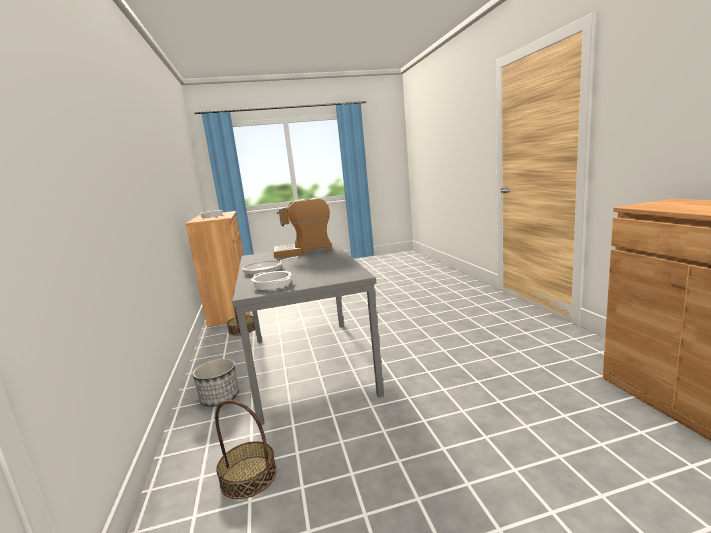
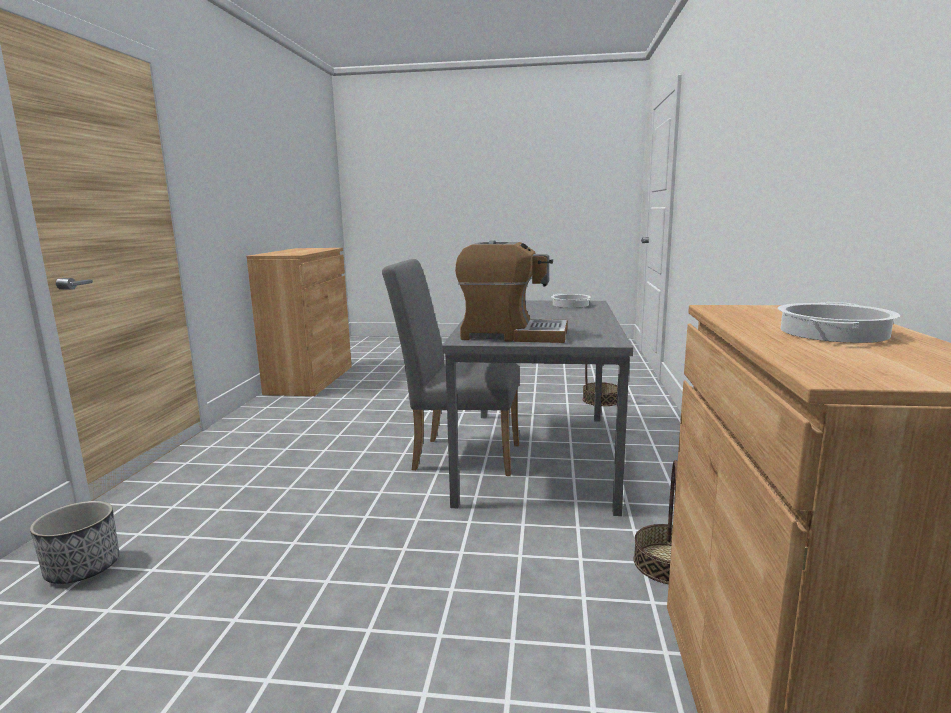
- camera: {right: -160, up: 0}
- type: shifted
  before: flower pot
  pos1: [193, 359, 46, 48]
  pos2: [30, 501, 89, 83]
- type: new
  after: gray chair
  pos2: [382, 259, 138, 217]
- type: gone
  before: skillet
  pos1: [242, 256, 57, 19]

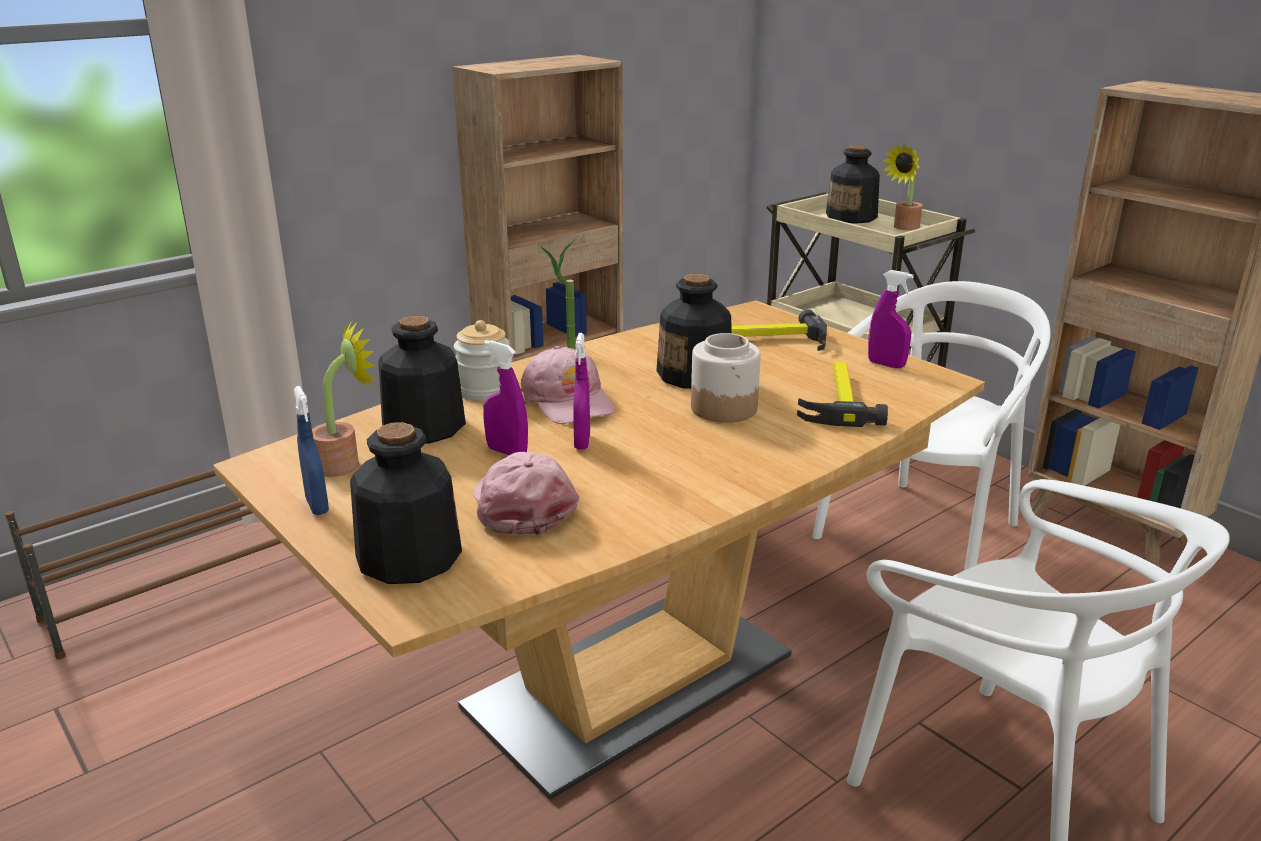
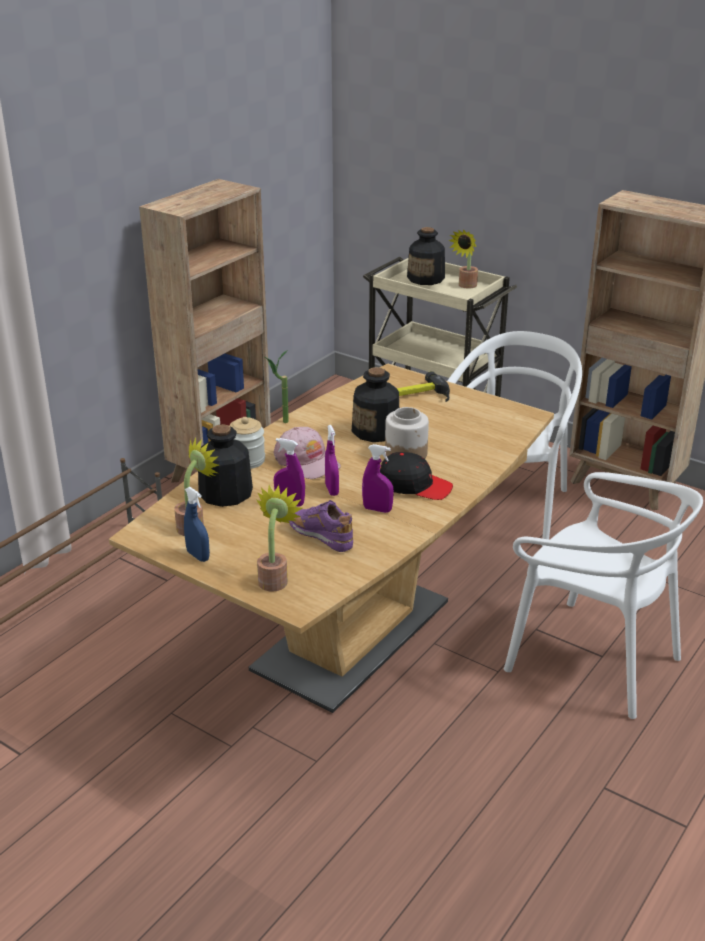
- camera: {right: -15, up: 5}
- type: swapped
  before: beverage bottle
  after: potted plant
  pos1: [350, 422, 112, 162]
  pos2: [257, 485, 45, 107]
- type: swapped
  before: pink-coloured peaked cap
  after: purple-coloured low shoe
  pos1: [473, 452, 106, 83]
  pos2: [289, 500, 64, 52]
- type: shifted
  before: purple-coloured spray bottle
  pos1: [868, 270, 46, 98]
  pos2: [362, 444, 32, 69]
- type: new
  after: black peaked cap
  pos2: [380, 452, 73, 48]
- type: gone
  before: hand hammer
  pos1: [797, 362, 91, 65]

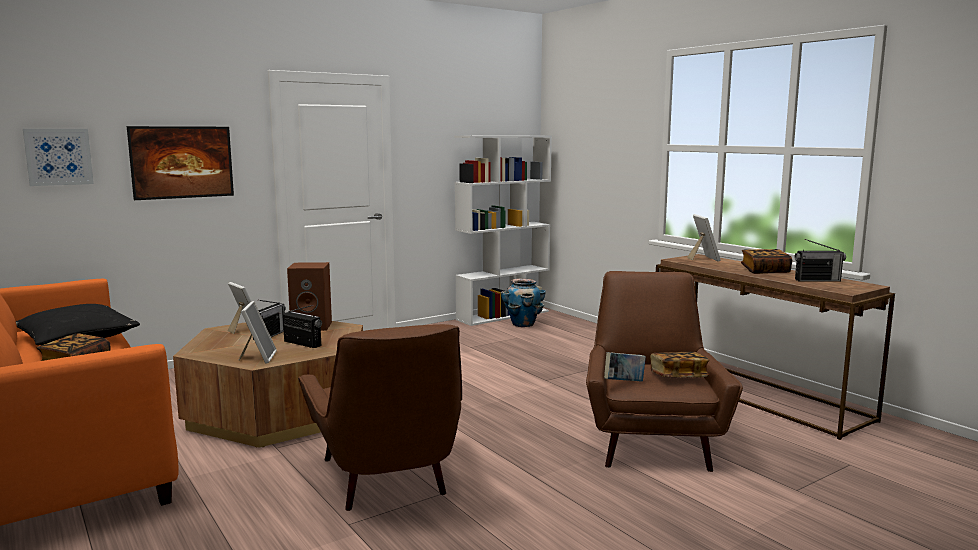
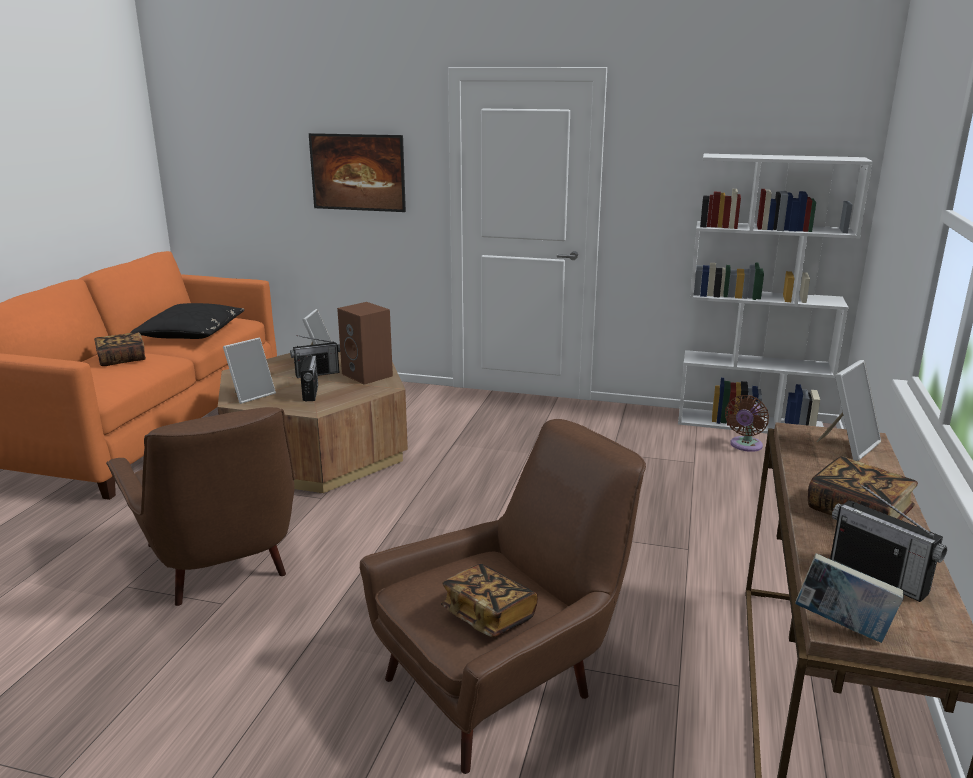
- camera: {right: 50, up: 10}
- type: rotated
  before: brown lounge chair
  pos1: [298, 324, 164, 187]
  pos2: [106, 407, 189, 199]
  turn: -60
- type: swapped
  before: flower pot
  after: brown cooling fan
  pos1: [501, 278, 45, 49]
  pos2: [725, 395, 44, 57]
- type: shifted
  before: book
  pos1: [604, 352, 42, 30]
  pos2: [795, 553, 109, 90]
- type: gone
  before: wall picture
  pos1: [23, 129, 71, 57]

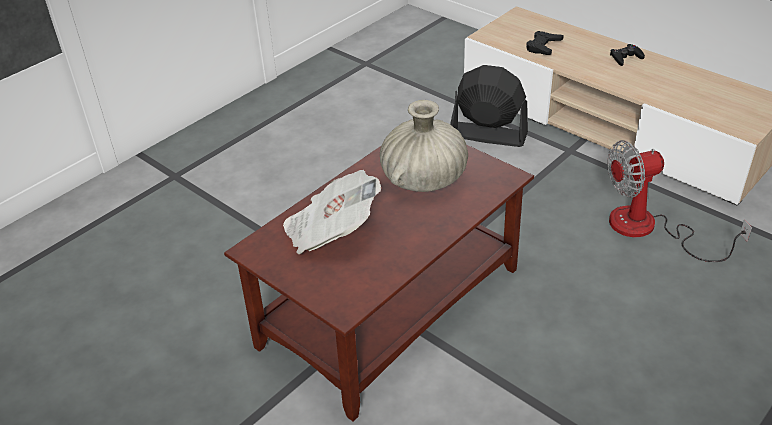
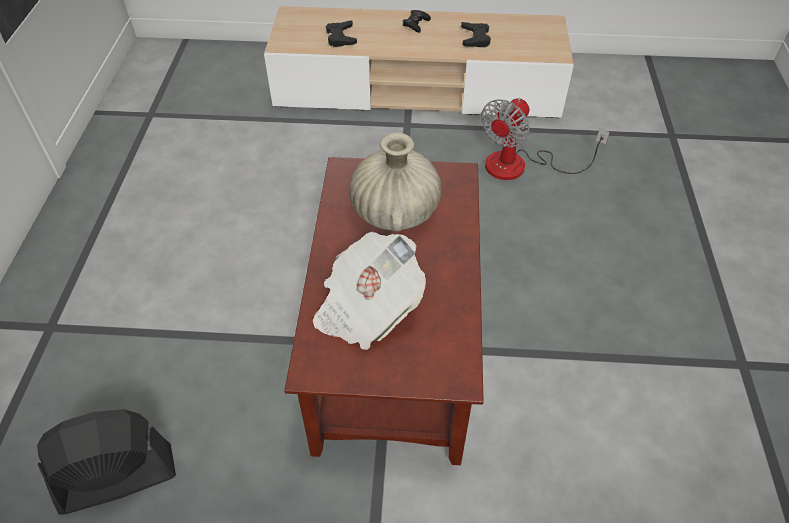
- camera: {right: -40, up: 10}
- type: shifted
  before: black cooling fan
  pos1: [450, 65, 78, 82]
  pos2: [37, 409, 139, 106]
- type: new
  after: black gamepad
  pos2: [461, 22, 30, 25]

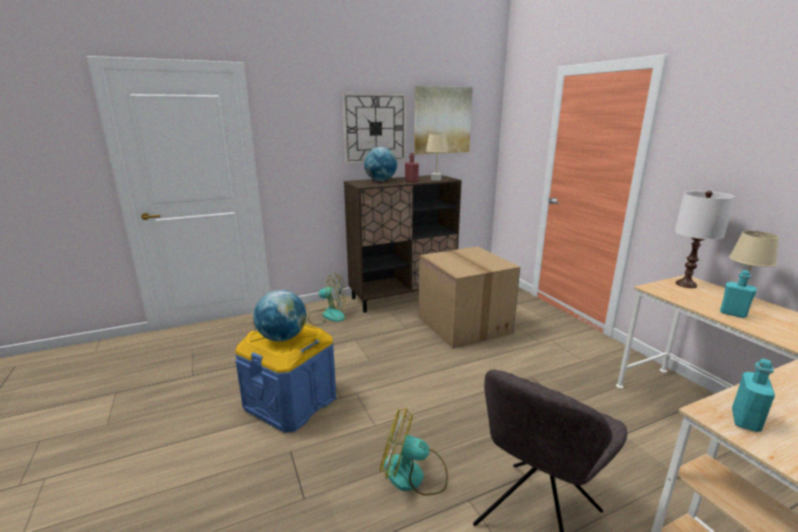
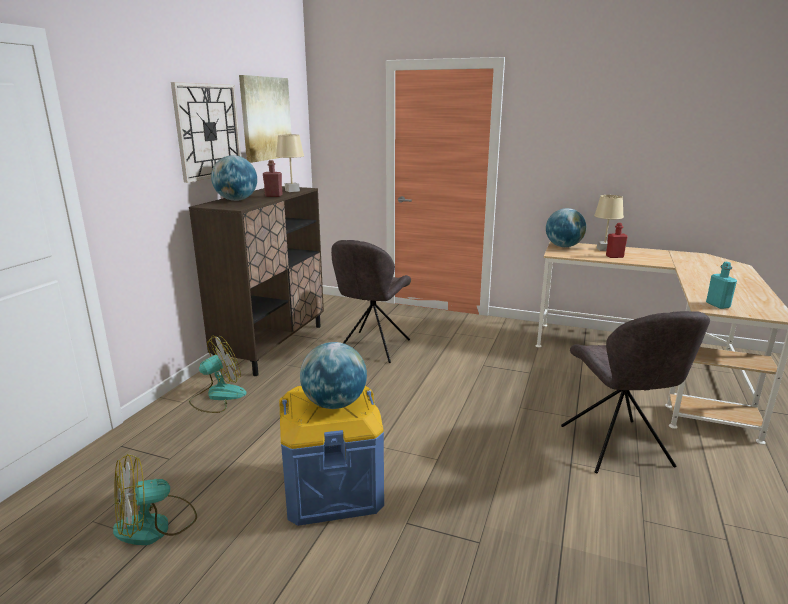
- camera: {right: -45, up: 0}
- type: shifted
  before: cooling fan
  pos1: [380, 408, 68, 88]
  pos2: [113, 454, 84, 91]
- type: swapped
  before: cardboard box
  after: gray chair
  pos1: [418, 246, 102, 102]
  pos2: [331, 240, 80, 123]
- type: swapped
  before: whitish table lamp
  after: desk globe
  pos1: [675, 191, 60, 97]
  pos2: [546, 208, 40, 39]
- type: repainted
  before: turquoise beverage bottle
  after: red beverage bottle
  pos1: [720, 270, 37, 48]
  pos2: [606, 223, 22, 35]

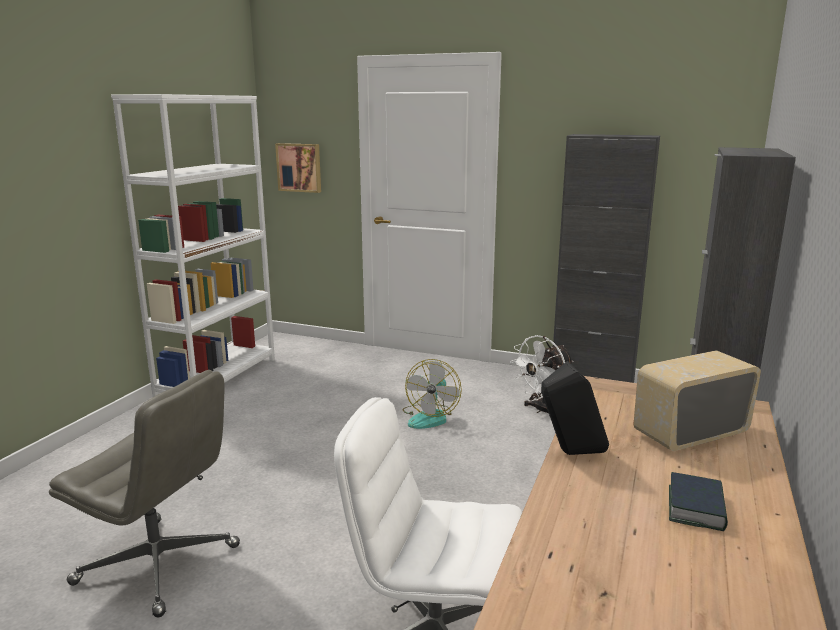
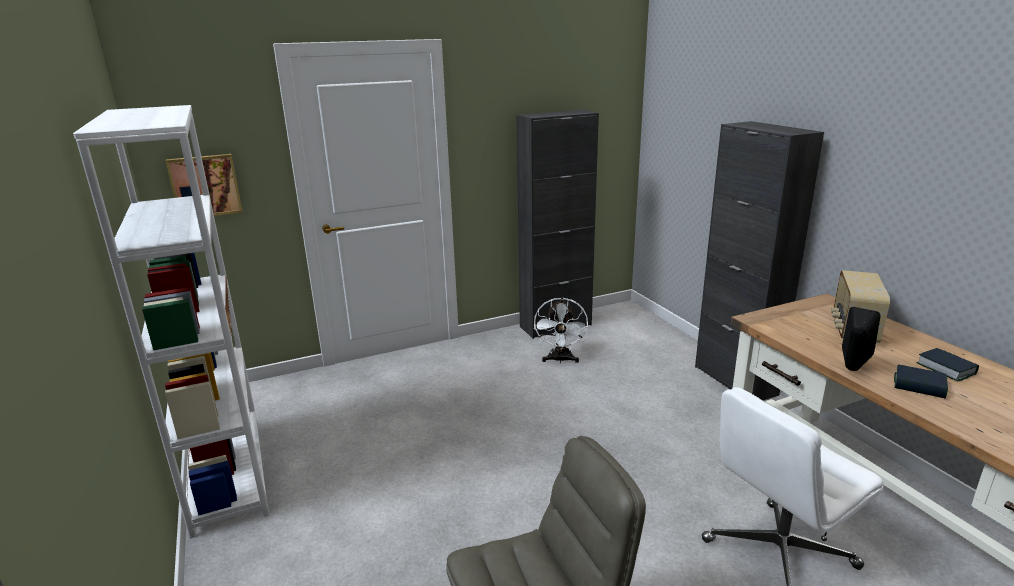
- camera: {right: -45, up: 5}
- type: new
  after: book
  pos2: [894, 365, 54, 33]
- type: gone
  before: cooling fan
  pos1: [403, 359, 59, 70]

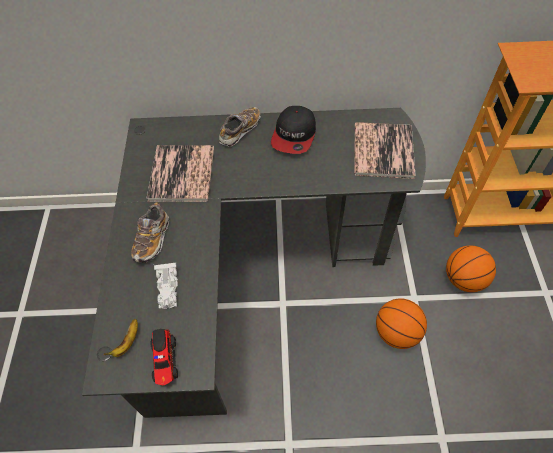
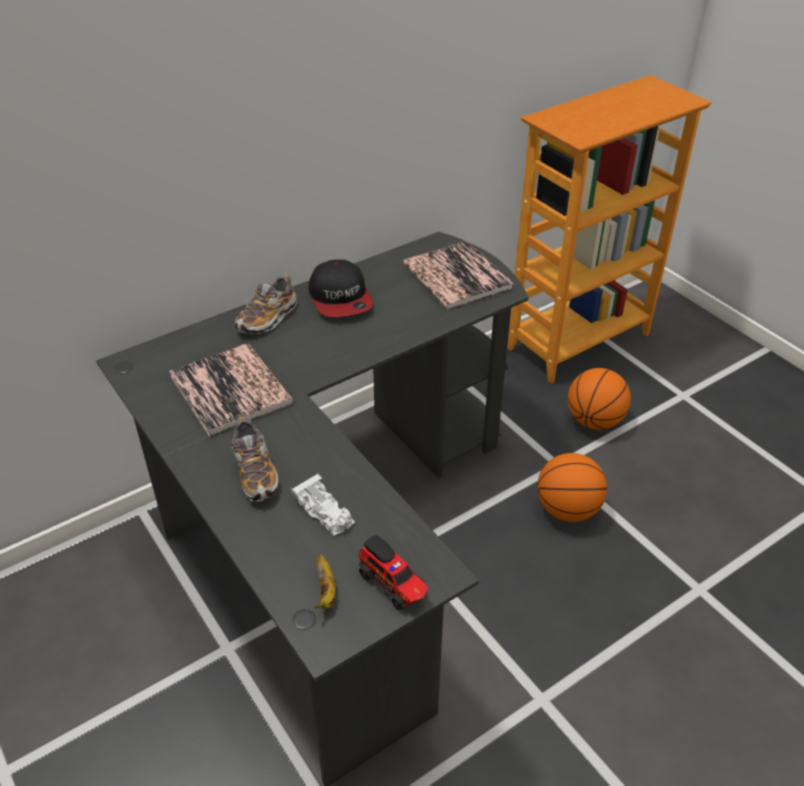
- camera: {right: -35, up: -15}
- type: rotated
  before: low shoe
  pos1: [219, 107, 42, 40]
  pos2: [235, 275, 62, 59]
  turn: -150

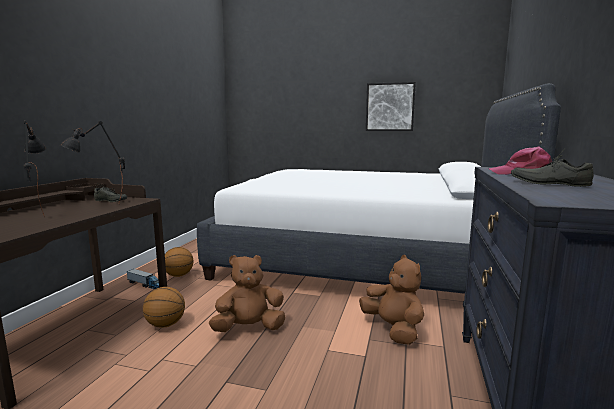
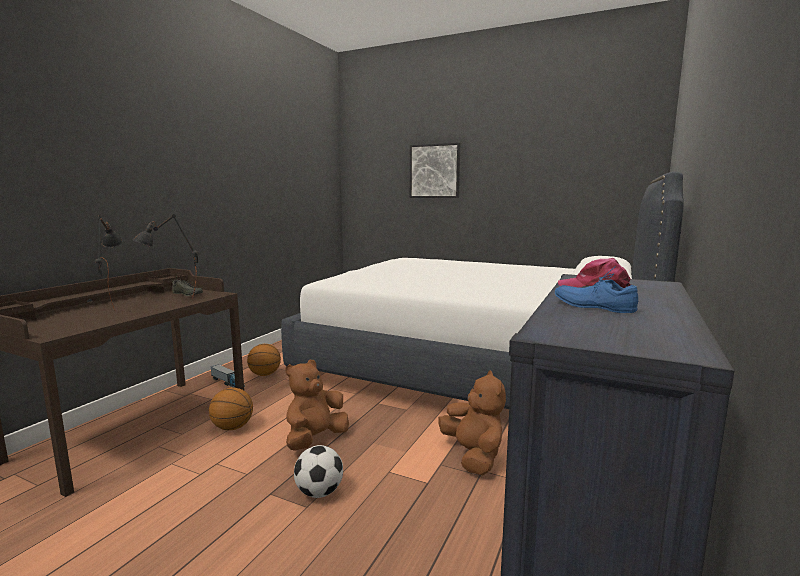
- camera: {right: 10, up: 0}
- type: rotated
  before: brown soft toy
  pos1: [209, 255, 77, 77]
  pos2: [286, 360, 63, 91]
  turn: -45
- type: new
  after: ball for football
  pos2: [294, 445, 49, 53]
- type: shifted
  before: wall picture
  pos1: [366, 82, 50, 49]
  pos2: [410, 143, 50, 55]
- type: repainted
  before: gray low shoe
  after: blue-coloured low shoe
  pos1: [511, 148, 83, 39]
  pos2: [555, 266, 83, 47]

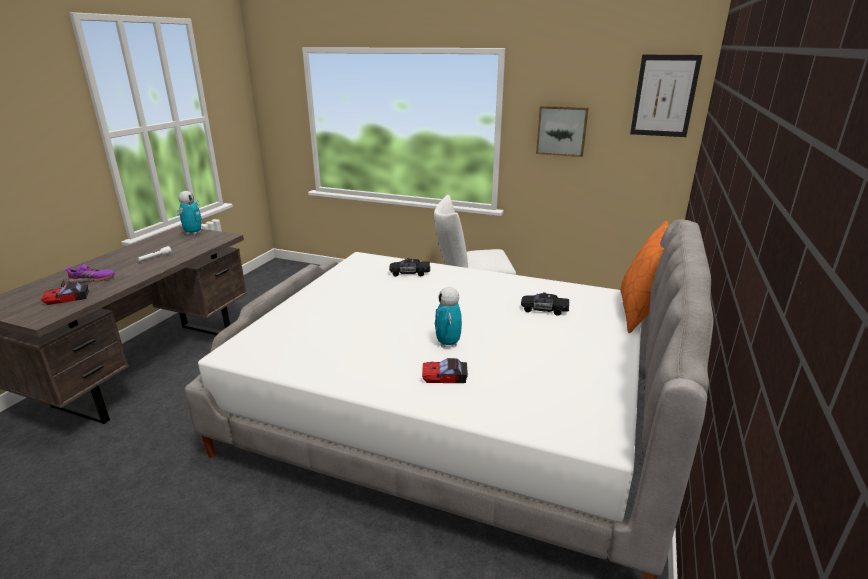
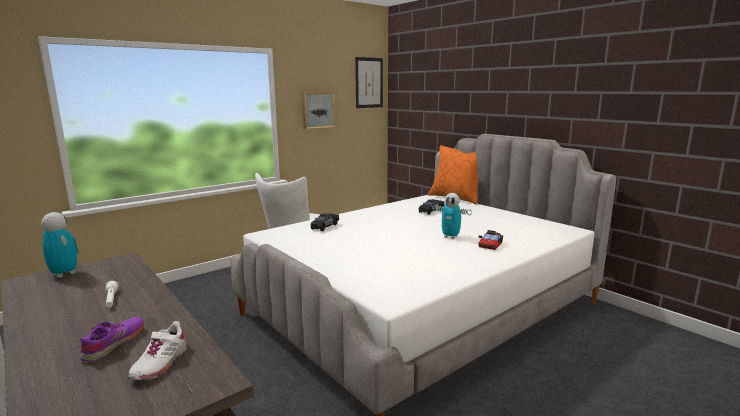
- camera: {right: -60, up: -10}
- type: swapped
  before: toy car
  after: whitish low shoe
  pos1: [41, 280, 48, 25]
  pos2: [128, 321, 59, 59]

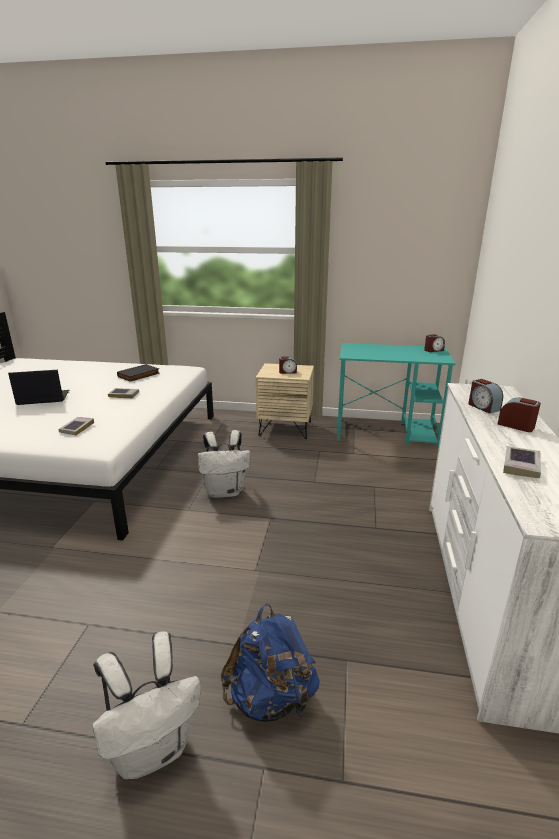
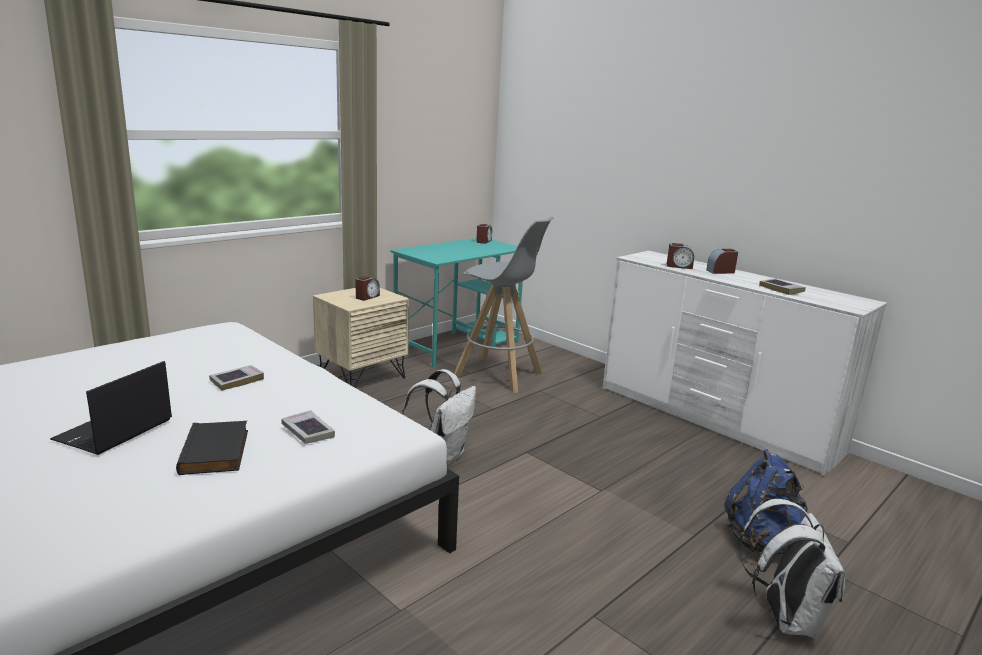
- camera: {right: -55, up: -5}
- type: shifted
  before: black book
  pos1: [117, 364, 43, 18]
  pos2: [176, 421, 72, 54]
- type: new
  after: gray stool seat
  pos2: [454, 216, 99, 177]

